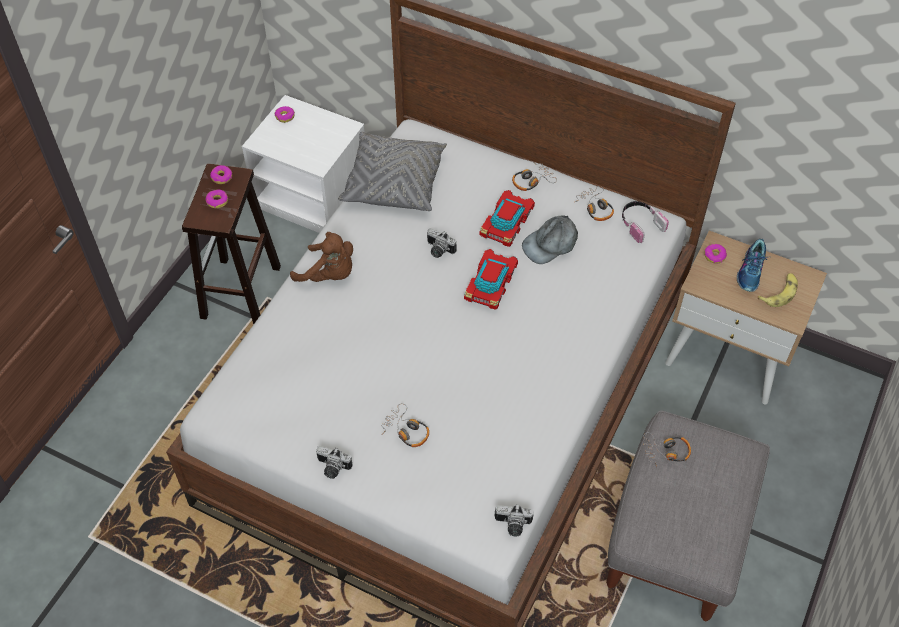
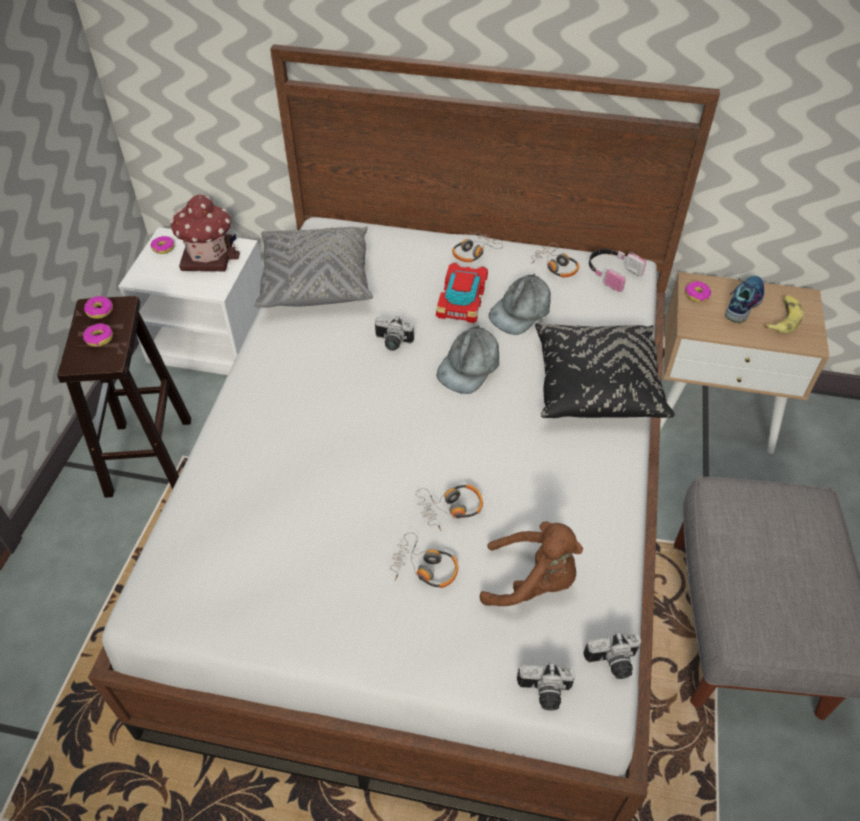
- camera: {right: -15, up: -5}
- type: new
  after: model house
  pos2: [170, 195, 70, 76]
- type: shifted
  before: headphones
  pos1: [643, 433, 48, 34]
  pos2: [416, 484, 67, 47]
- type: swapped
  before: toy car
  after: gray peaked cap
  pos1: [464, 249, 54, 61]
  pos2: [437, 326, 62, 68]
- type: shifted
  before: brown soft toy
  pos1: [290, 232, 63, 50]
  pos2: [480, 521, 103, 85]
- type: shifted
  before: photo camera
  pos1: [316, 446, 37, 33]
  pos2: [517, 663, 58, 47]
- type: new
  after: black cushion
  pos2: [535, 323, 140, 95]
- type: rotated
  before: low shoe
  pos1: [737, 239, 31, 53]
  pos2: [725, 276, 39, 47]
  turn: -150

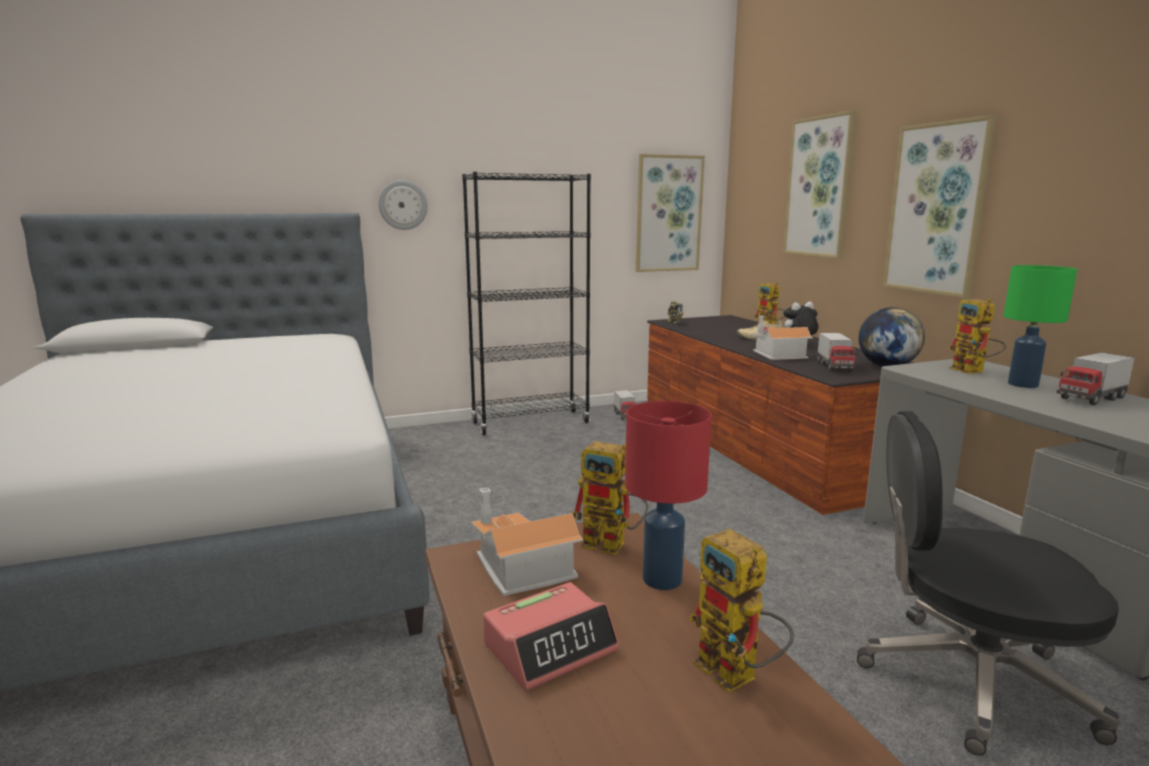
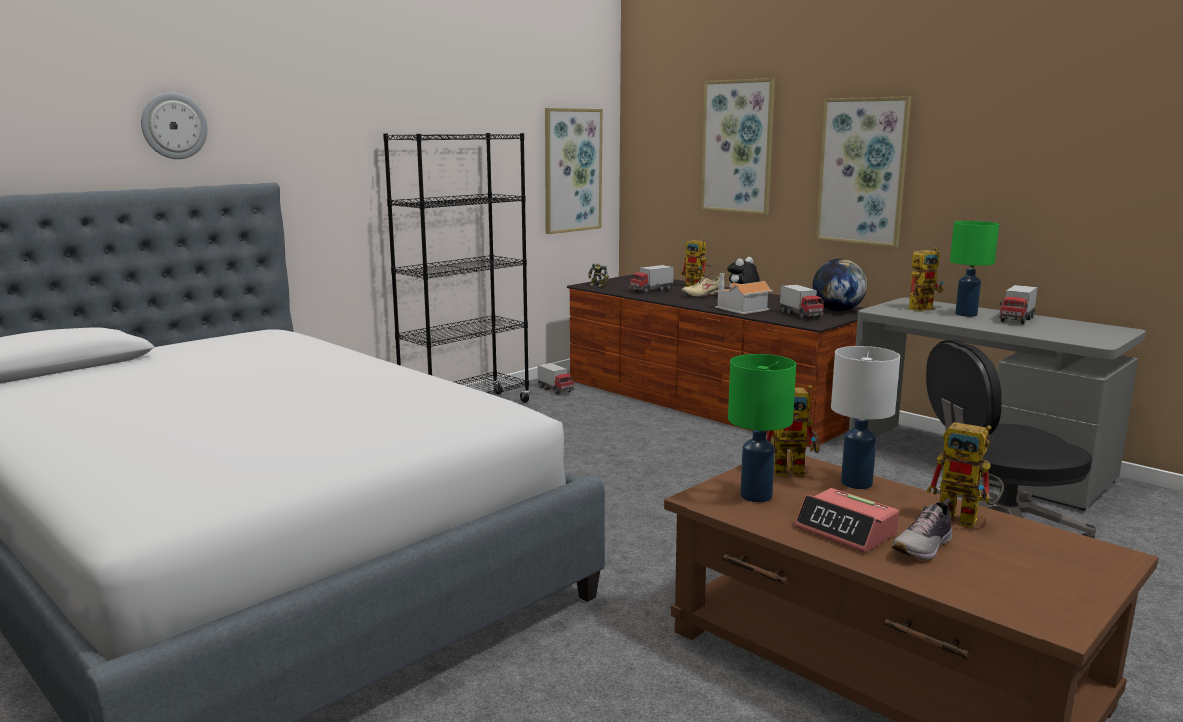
- camera: {right: -25, up: 0}
- type: shifted
  before: hanging clock
  pos1: [379, 180, 49, 50]
  pos2: [141, 93, 67, 66]
- type: new
  after: toy truck
  pos2: [629, 265, 45, 29]
- type: swapped
  before: model house
  after: green-coloured table lamp
  pos1: [471, 488, 112, 108]
  pos2: [728, 354, 68, 148]
- type: rotated
  before: alarm clock
  pos1: [483, 582, 136, 109]
  pos2: [795, 488, 104, 65]
  turn: 105
- type: repainted
  before: red table lamp
  after: whitish table lamp
  pos1: [625, 401, 86, 189]
  pos2: [831, 346, 69, 143]
- type: new
  after: low shoe
  pos2: [891, 498, 61, 62]
- type: rotated
  before: robot figure
  pos1: [948, 298, 58, 76]
  pos2: [908, 247, 36, 64]
  turn: -75

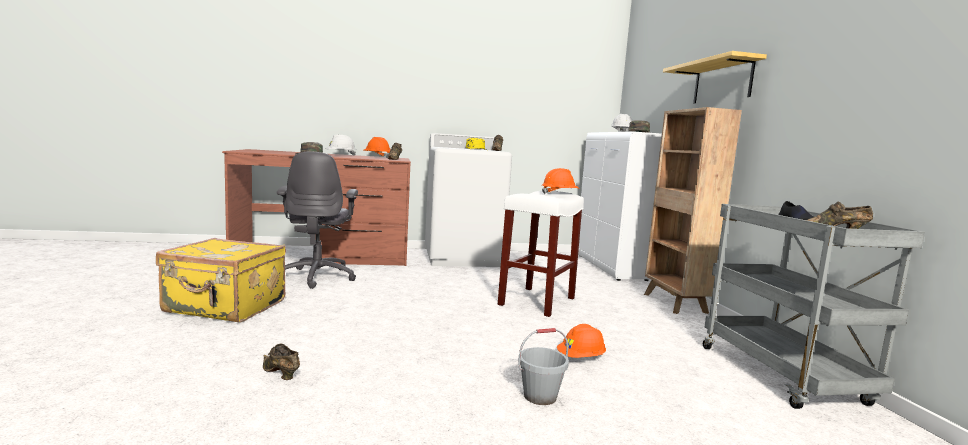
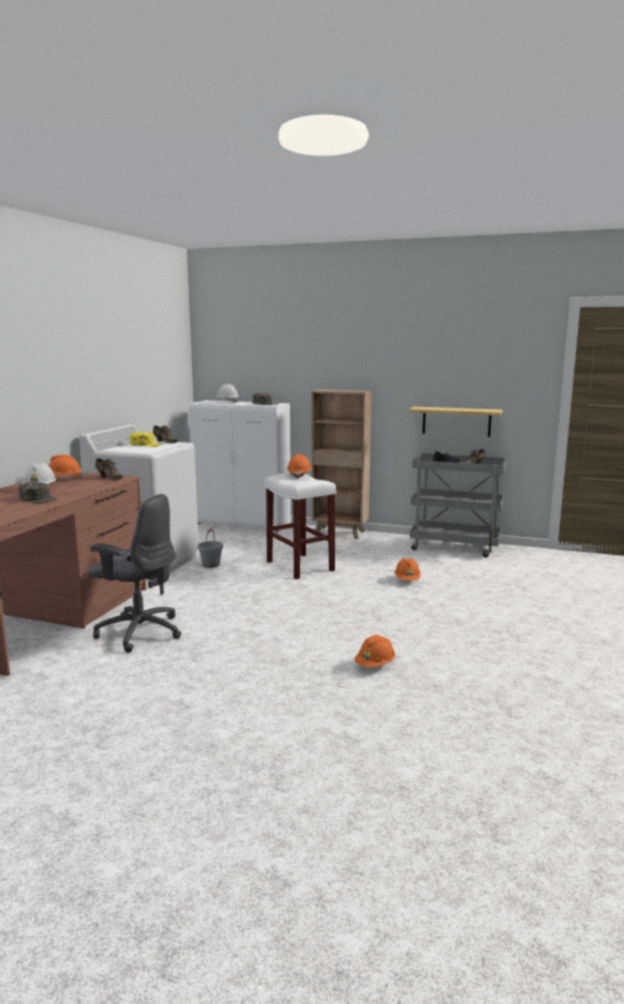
- camera: {right: -60, up: 5}
- type: shifted
  before: gray pail
  pos1: [518, 328, 51, 77]
  pos2: [198, 529, 25, 39]
- type: swapped
  before: brown low shoe
  after: orangey work helmet
  pos1: [263, 343, 37, 37]
  pos2: [355, 635, 40, 33]
- type: shifted
  before: shelf
  pos1: [663, 51, 104, 52]
  pos2: [409, 407, 94, 30]
- type: gone
  before: yellow-coloured suitcase
  pos1: [156, 238, 130, 85]

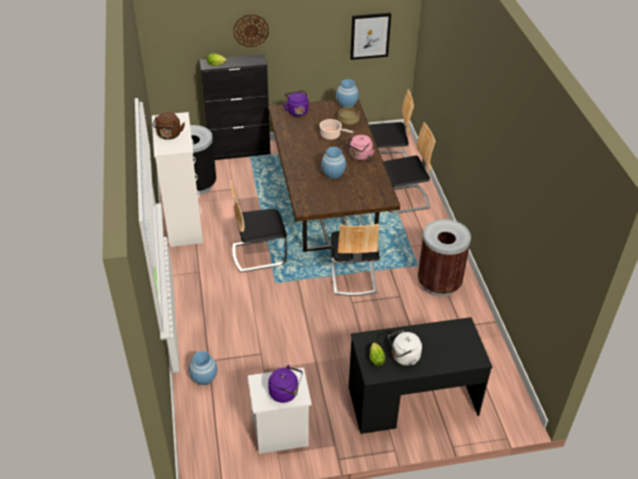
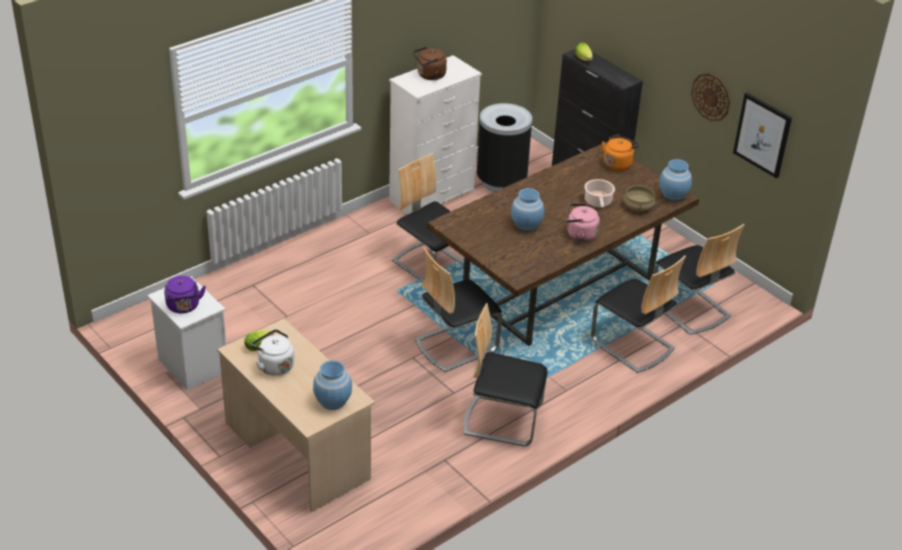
- camera: {right: 60, up: -5}
- type: repainted
  before: black desk table
  after: beige-coloured desk table
  pos1: [349, 317, 143, 117]
  pos2: [217, 318, 158, 194]
- type: shifted
  before: blue-coloured decorative vase
  pos1: [189, 351, 29, 34]
  pos2: [313, 360, 39, 50]
- type: swapped
  before: brown waste bin
  after: chair
  pos1: [418, 219, 53, 78]
  pos2: [464, 303, 84, 143]
- type: repainted
  before: purple-coloured water kettle
  after: orangey water kettle
  pos1: [283, 90, 26, 27]
  pos2: [602, 134, 38, 37]
- type: shifted
  before: hanging clock
  pos1: [233, 14, 36, 33]
  pos2: [691, 73, 39, 48]

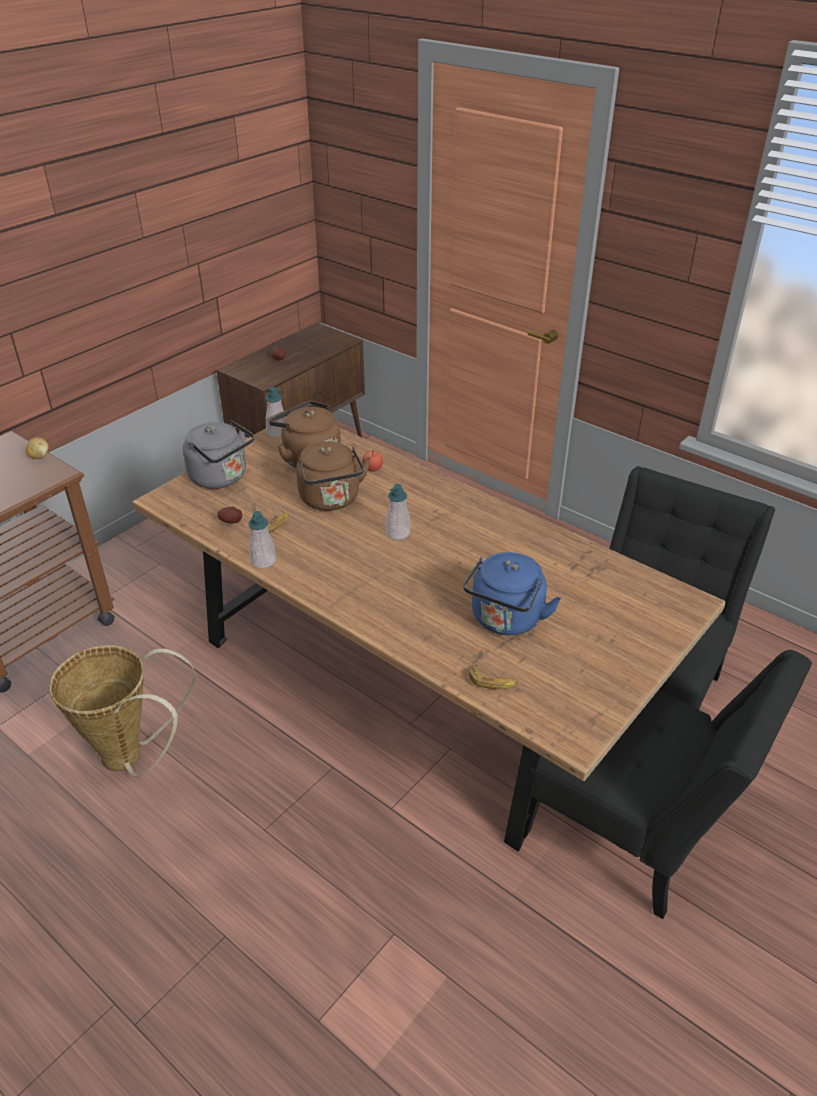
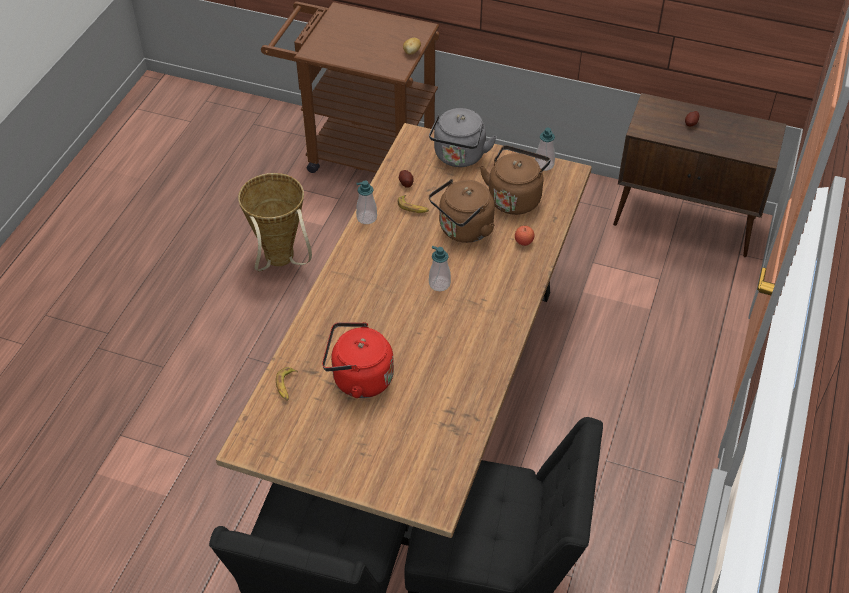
- camera: {right: 70, up: 10}
- type: repainted
  before: blue-coloured water kettle
  after: red water kettle
  pos1: [463, 552, 98, 83]
  pos2: [322, 322, 72, 76]

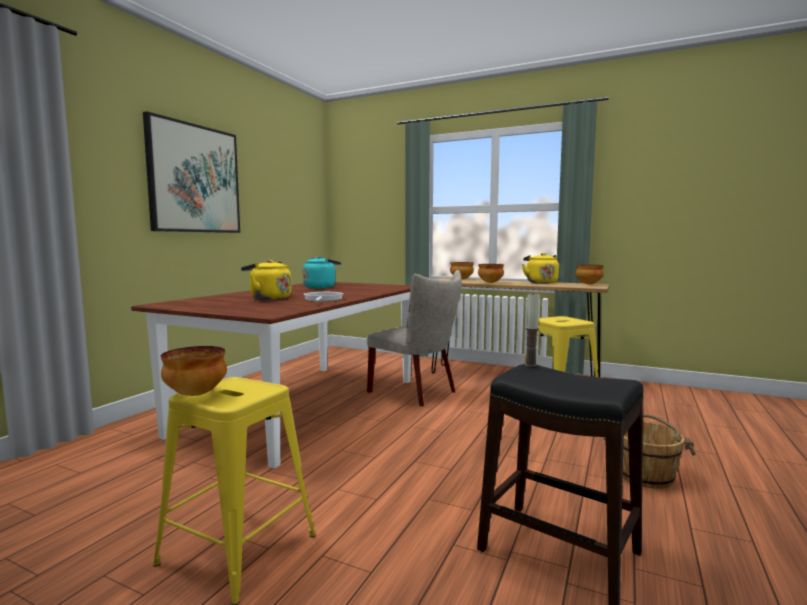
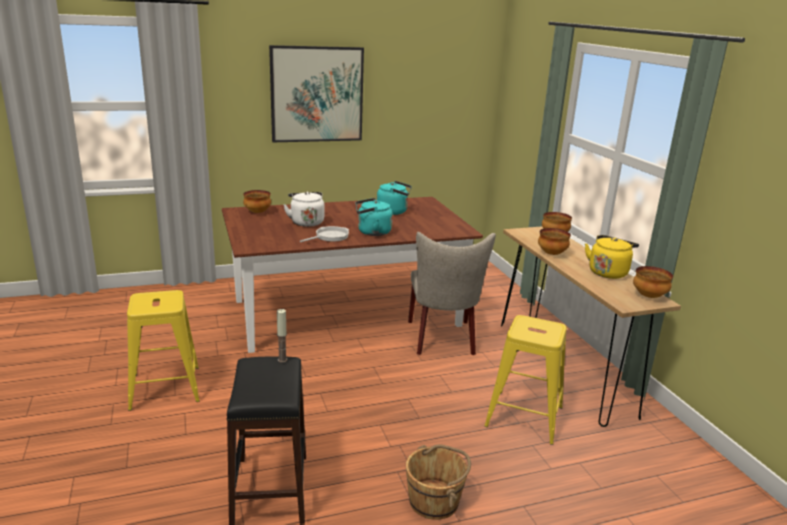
- camera: {right: 45, up: 15}
- type: shifted
  before: serving bowl
  pos1: [161, 346, 66, 50]
  pos2: [243, 190, 28, 23]
- type: repainted
  before: yellow-coloured water kettle
  after: whitish water kettle
  pos1: [241, 260, 51, 40]
  pos2: [284, 191, 40, 36]
- type: new
  after: turquoise water kettle
  pos2: [356, 198, 37, 38]

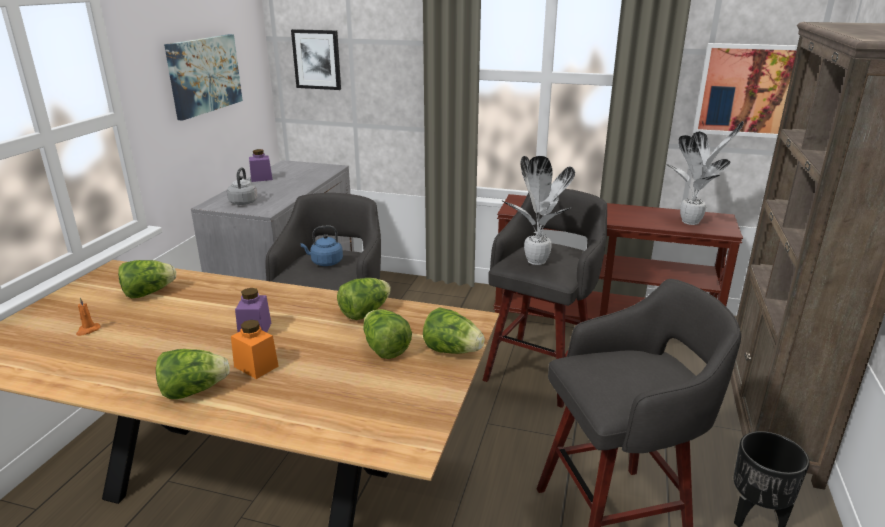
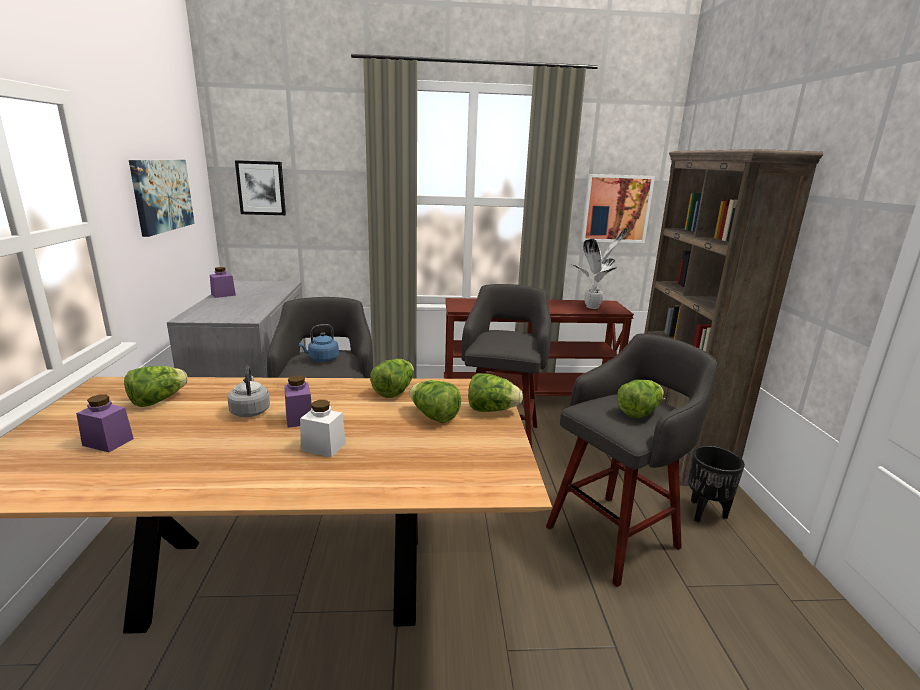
- camera: {right: -20, up: -5}
- type: swapped
  before: orangey wax candle
  after: purple-coloured jar
  pos1: [76, 298, 25, 38]
  pos2: [76, 394, 58, 58]
- type: shifted
  before: gray water kettle
  pos1: [227, 167, 31, 38]
  pos2: [227, 366, 43, 51]
- type: repainted
  before: orangey jar
  after: whitish jar
  pos1: [231, 320, 48, 59]
  pos2: [300, 400, 46, 57]
- type: shifted
  before: lettuce
  pos1: [156, 349, 74, 50]
  pos2: [617, 380, 47, 38]
- type: gone
  before: potted plant
  pos1: [501, 156, 74, 109]

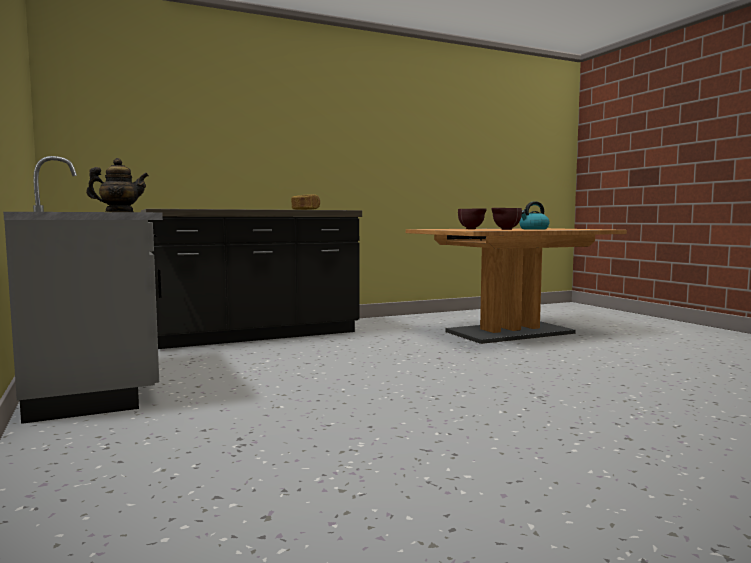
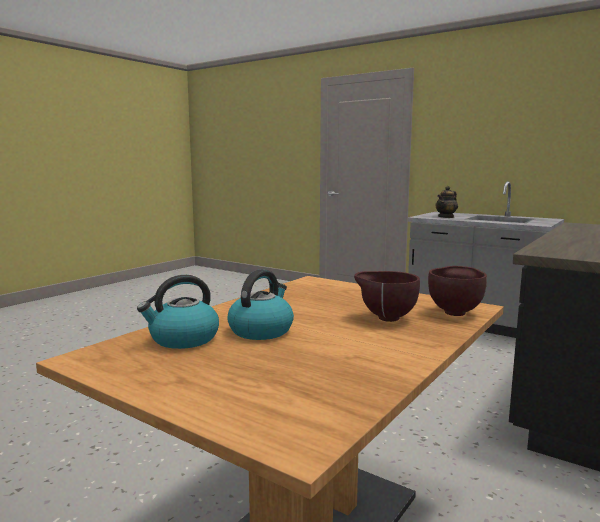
- camera: {right: 150, up: 5}
- type: new
  after: water kettle
  pos2: [137, 275, 82, 74]
- type: shifted
  before: brown serving bowl
  pos1: [491, 208, 31, 22]
  pos2: [428, 266, 59, 50]
- type: gone
  before: bakery bread
  pos1: [291, 194, 29, 16]

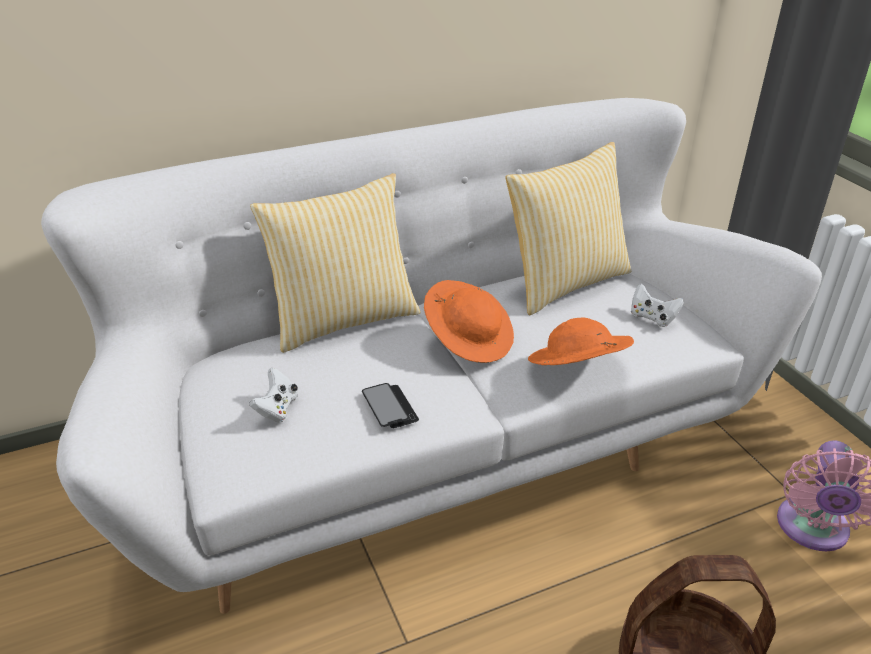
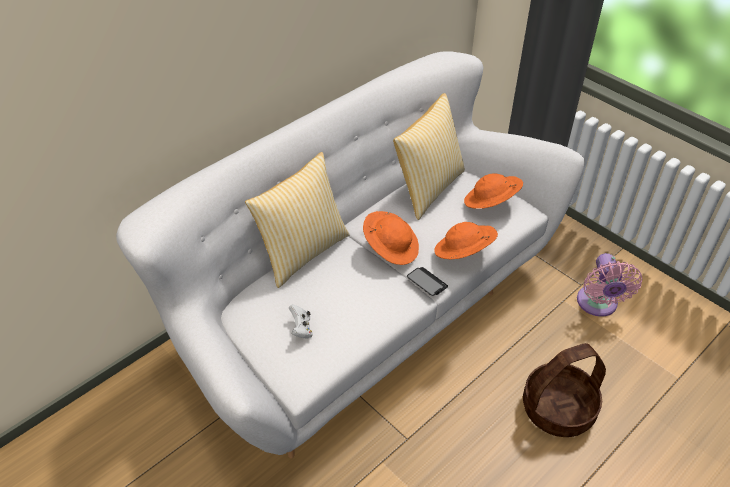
- camera: {right: -20, up: 10}
- type: shifted
  before: telephone
  pos1: [362, 383, 57, 45]
  pos2: [407, 267, 41, 29]
- type: swapped
  before: whitish gamepad
  after: orangey wearable hat
  pos1: [631, 283, 53, 44]
  pos2: [464, 174, 59, 35]

